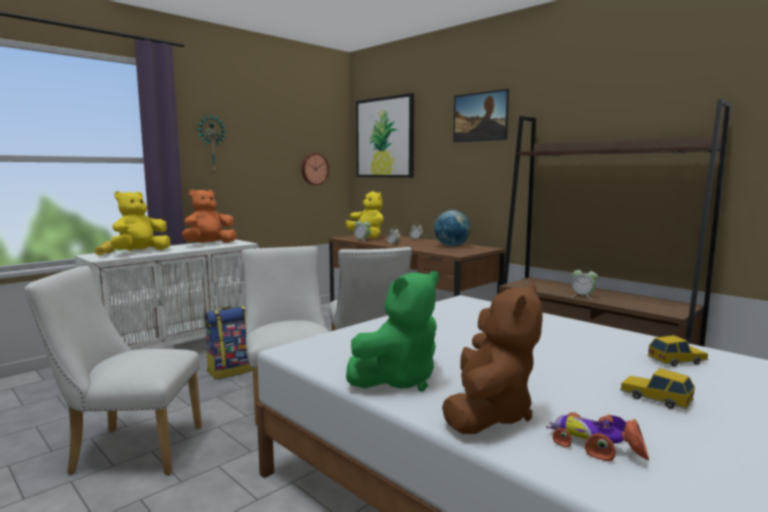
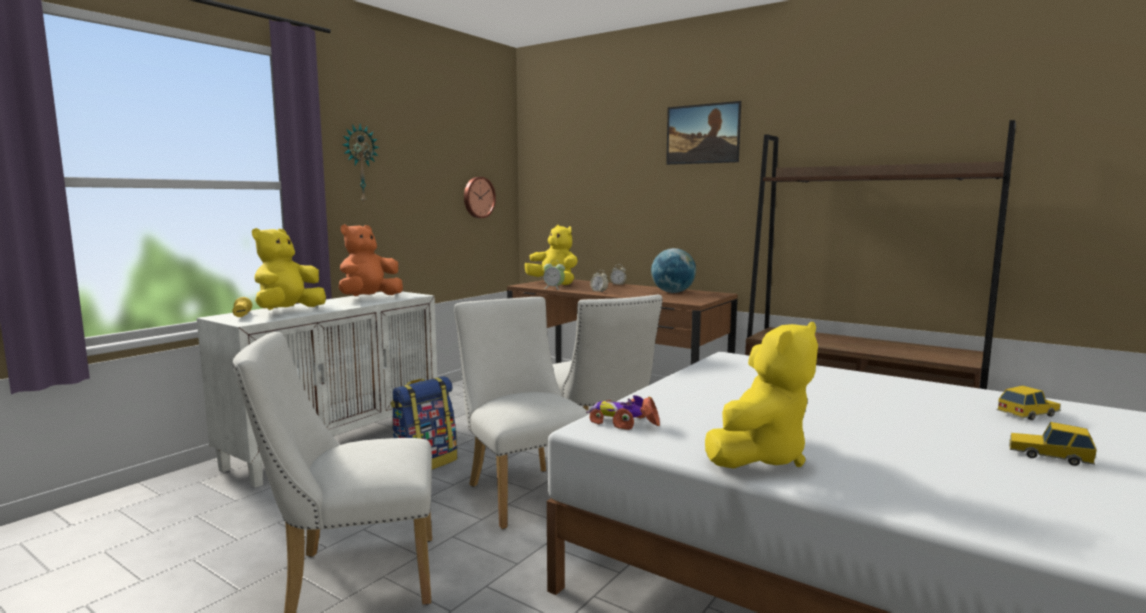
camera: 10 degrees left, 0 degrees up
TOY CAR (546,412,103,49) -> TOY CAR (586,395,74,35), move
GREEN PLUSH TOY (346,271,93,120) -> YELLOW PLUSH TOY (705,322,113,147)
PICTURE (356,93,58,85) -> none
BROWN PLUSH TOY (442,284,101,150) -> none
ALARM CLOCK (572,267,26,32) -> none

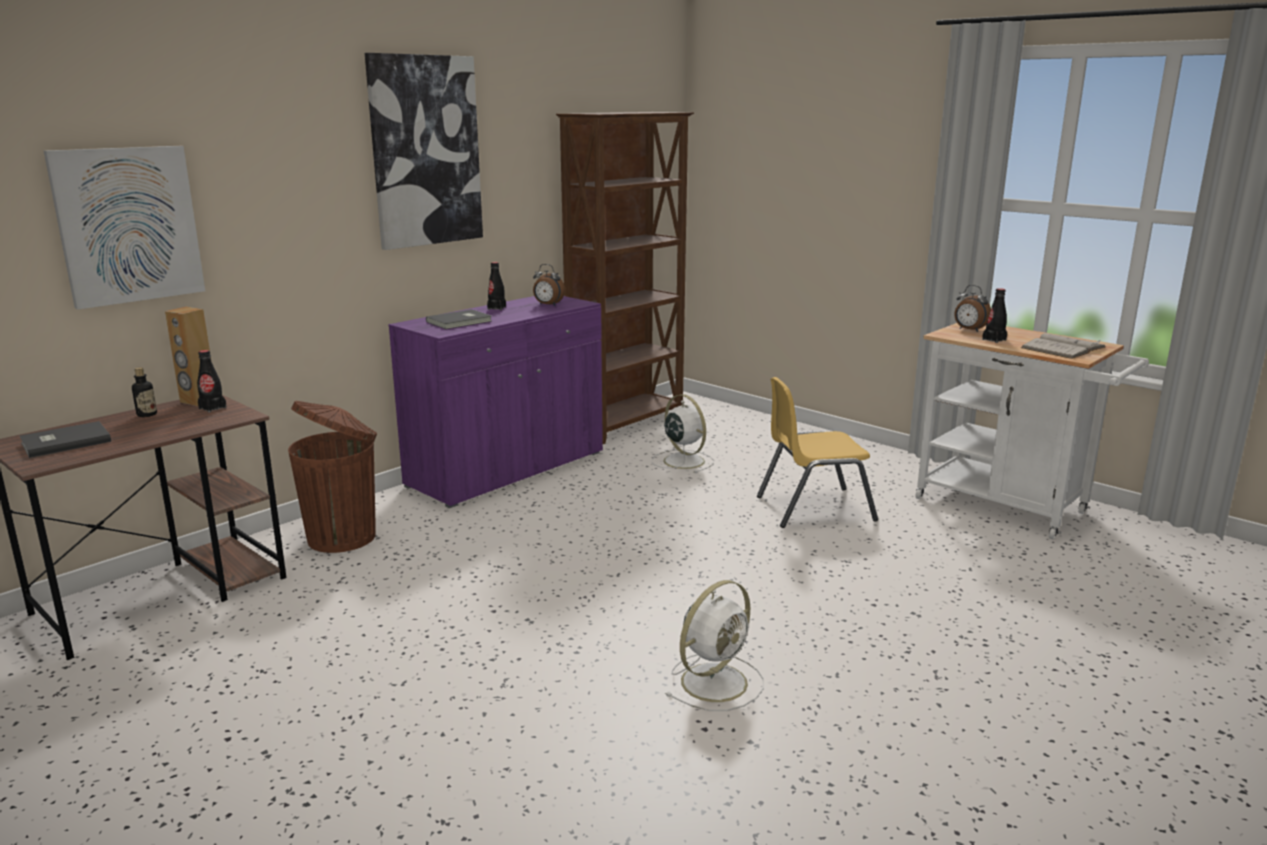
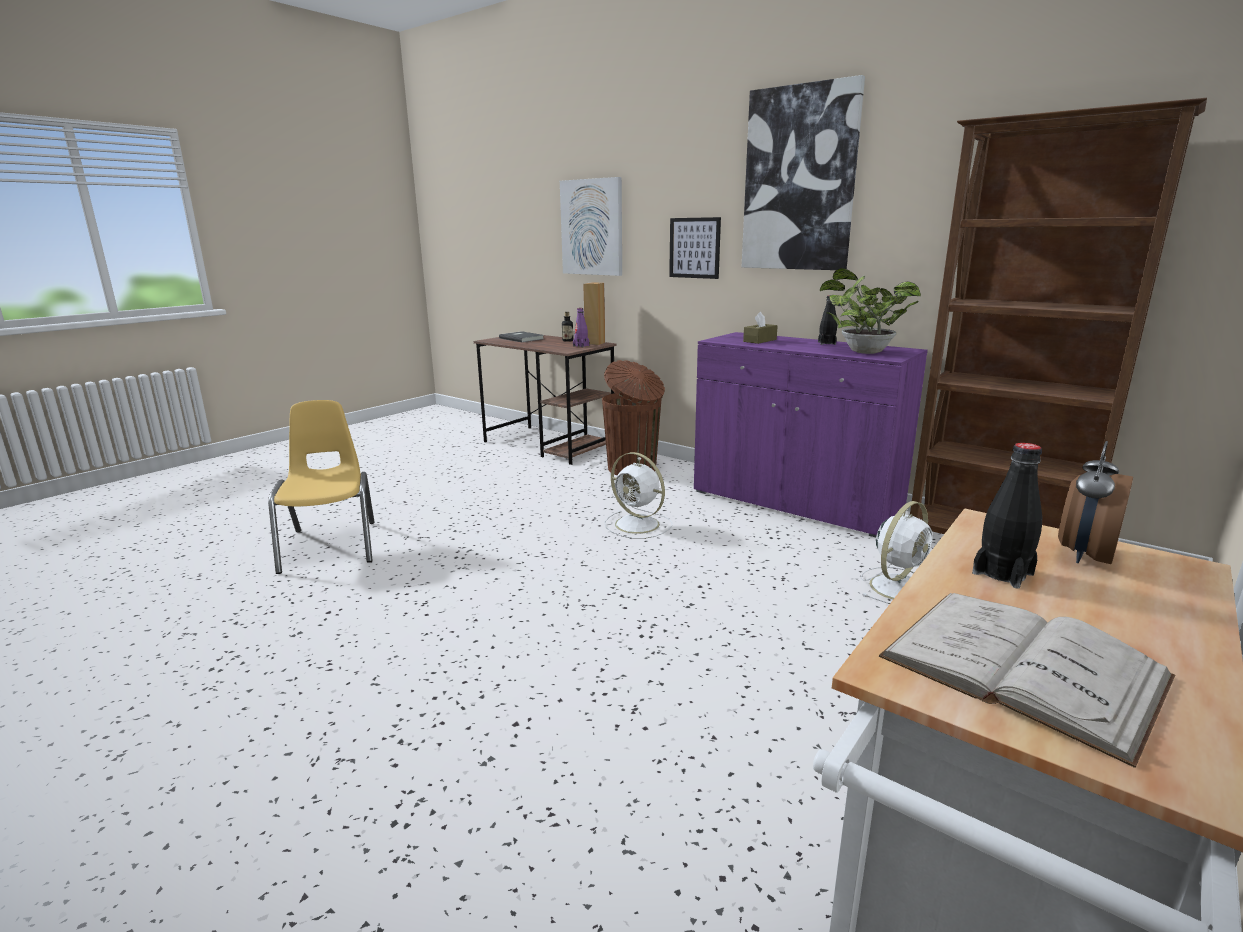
camera: 85 degrees right, 0 degrees up
YELLOW CHAIR (757,377,121,151) -> YELLOW CHAIR (268,400,106,174), move
BLACK BOTTLE (197,350,30,62) -> PURPLE BOTTLE (573,308,17,39)
WHITE FAN (665,580,99,131) -> WHITE FAN (604,452,68,87), move
none -> PICTURE (669,217,52,62)
GREY BOOK (426,309,66,20) -> BROWN TISSUE BOX (743,312,34,32)
ALARM CLOCK (533,264,32,42) -> POTTED PLANT (820,268,101,86)

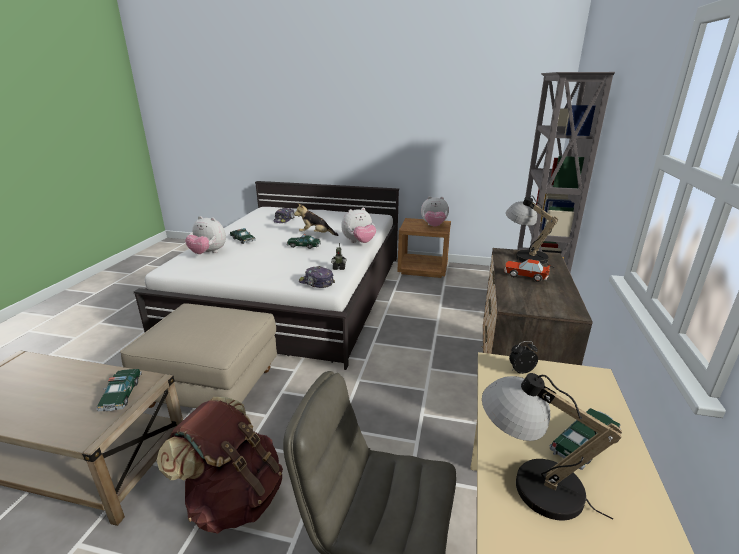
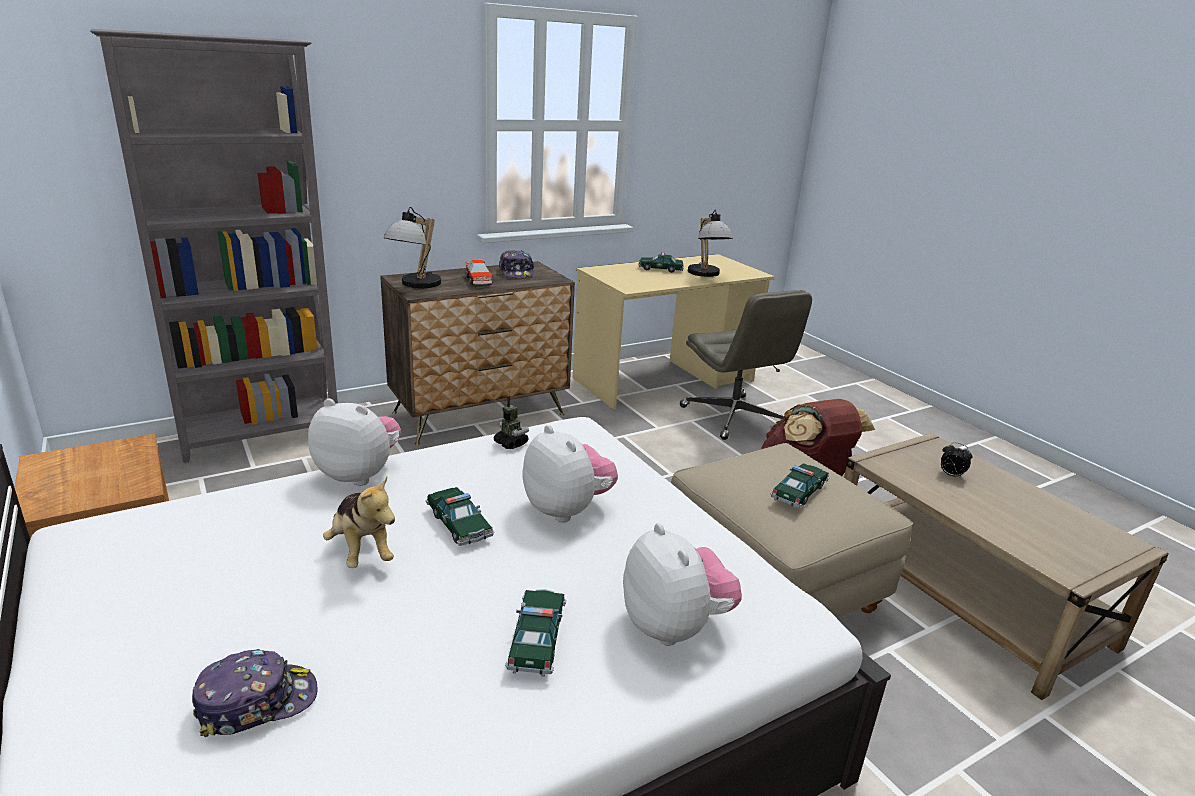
camera: 135 degrees left, 0 degrees up
CAP (299,266,36,22) -> CAP (499,250,35,28), move
PLUSH TOY (421,196,28,31) -> PLUSH TOY (522,425,96,97), move
TOY CAR (96,369,46,43) -> TOY CAR (771,463,58,45), move
ALARM CLOCK (509,341,29,33) -> ALARM CLOCK (941,442,31,37), move

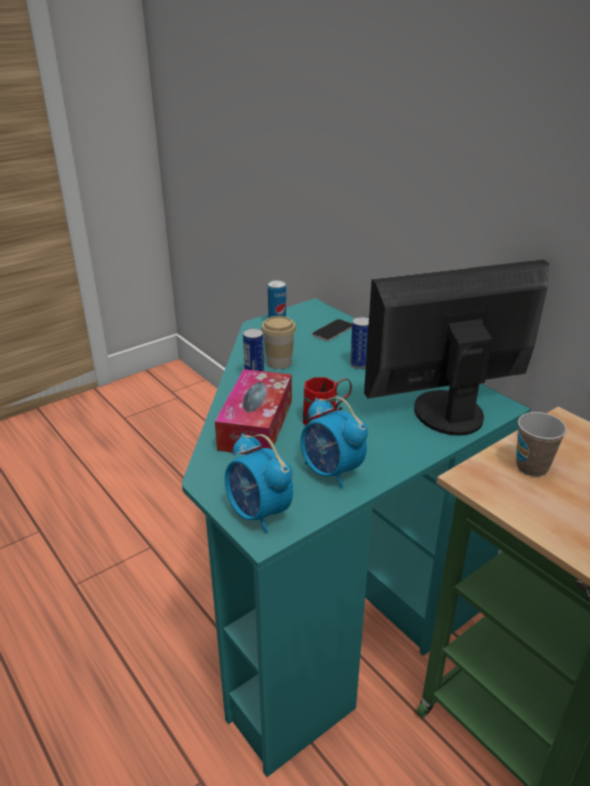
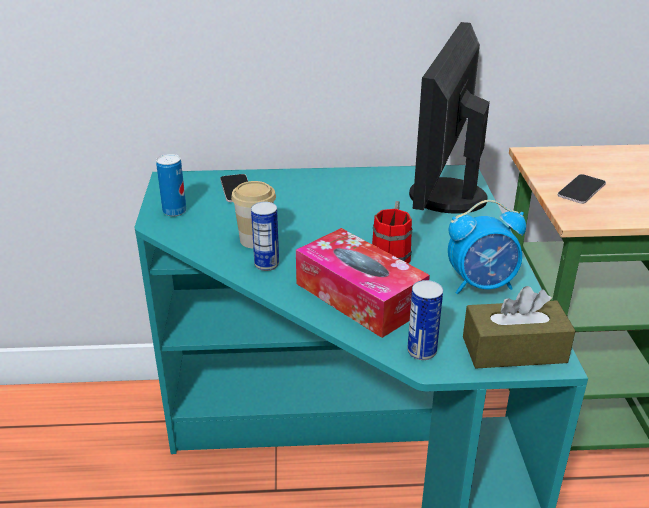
camera: 55 degrees left, 0 degrees up
CAN (350,317,19,52) -> CAN (407,280,36,80), move
ALARM CLOCK (225,434,68,99) -> BROWN TISSUE BOX (463,286,112,82)
CUP (516,412,51,65) -> PHONE (558,174,48,30)

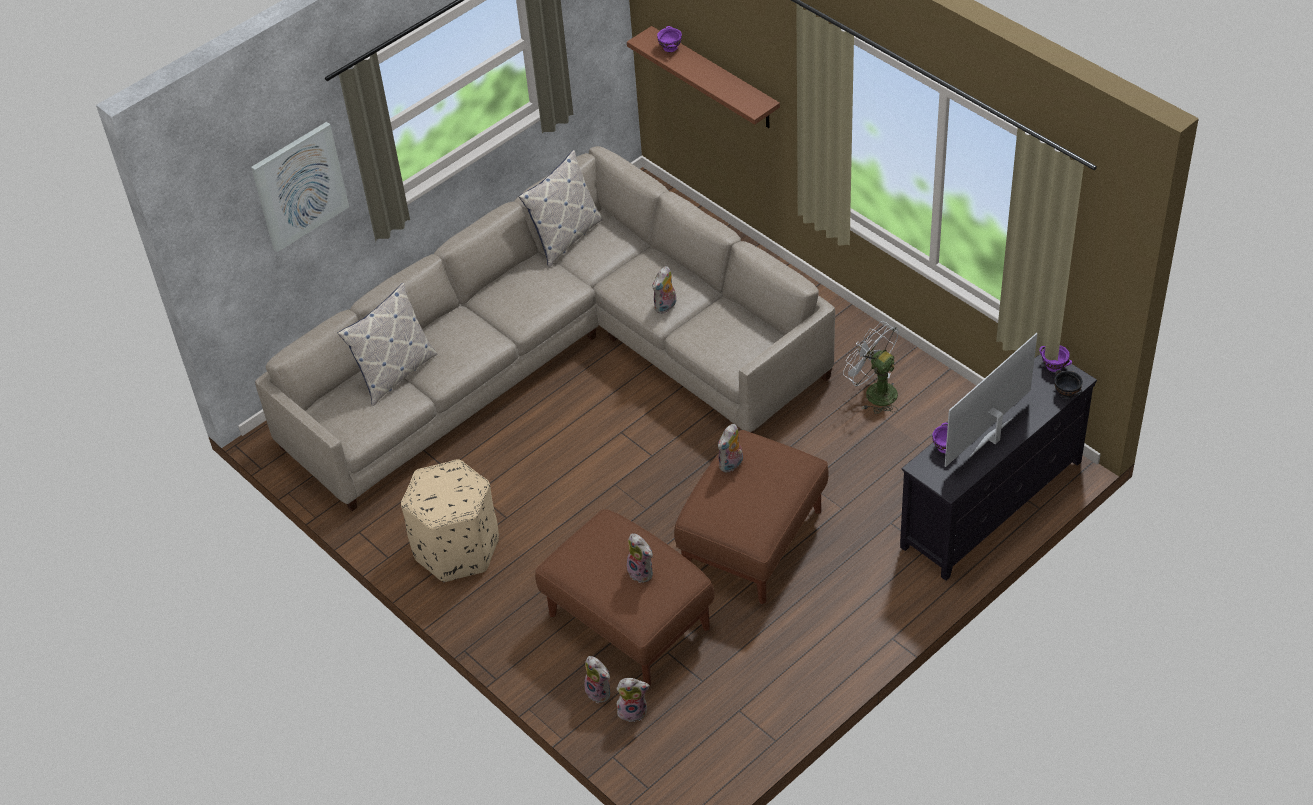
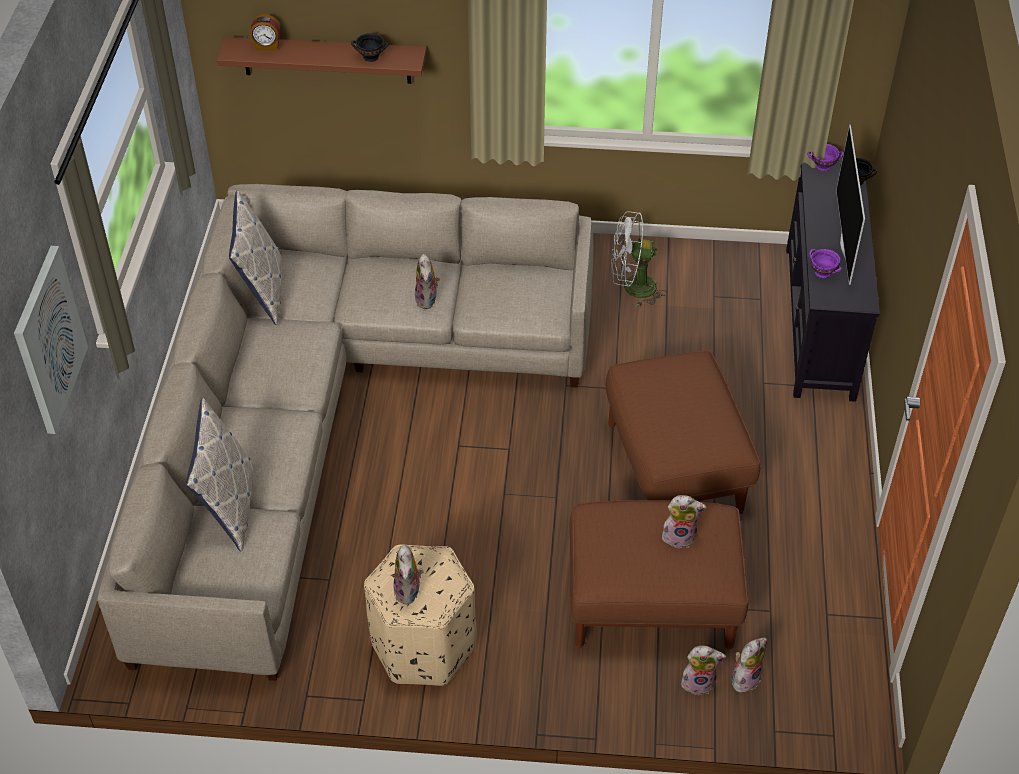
camera: 45 degrees left, 0 degrees up
PURPLE BOWL (657,26,25,26) -> ALARM CLOCK (250,14,30,37)
none -> BLACK BOWL (351,33,38,29)
PLUSH TOY (718,424,25,49) -> PLUSH TOY (393,544,30,60), move

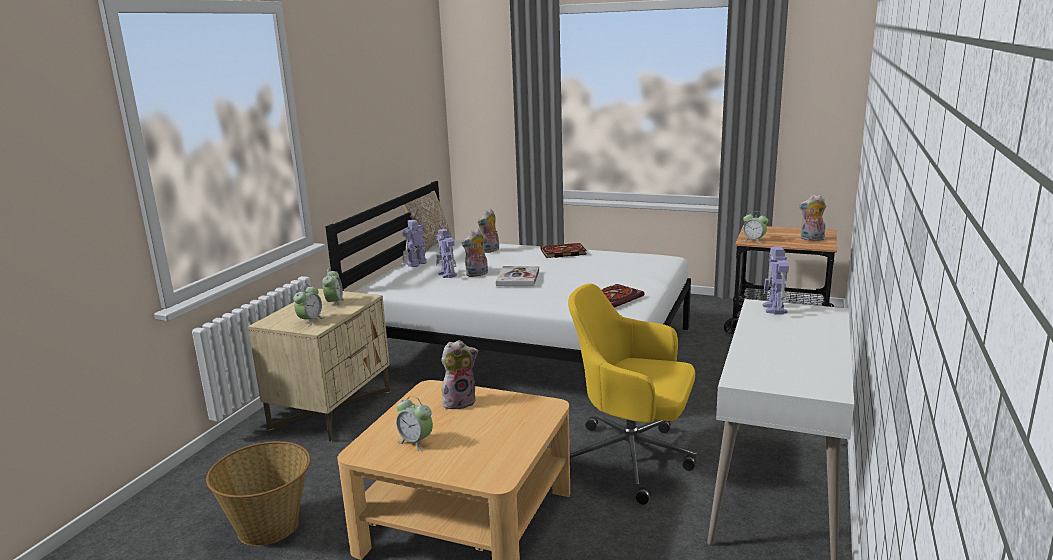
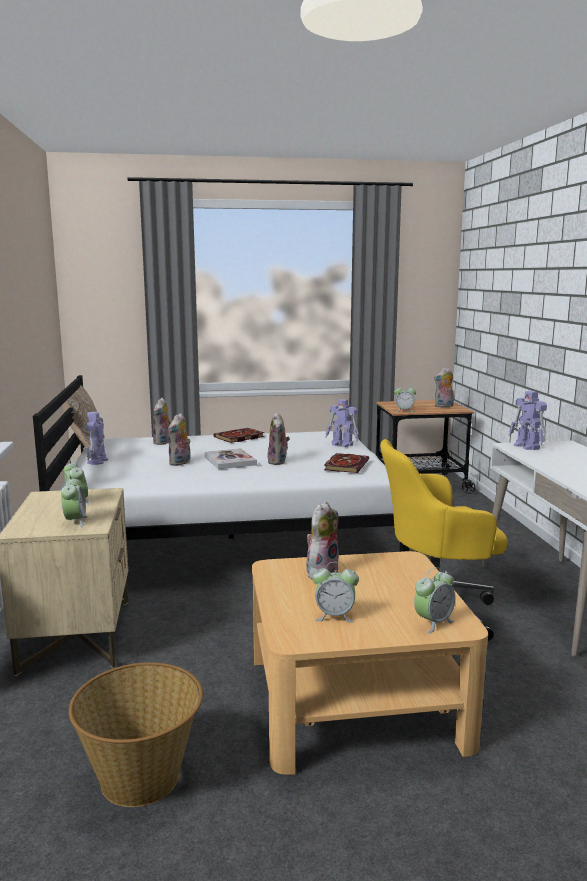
camera: 30 degrees left, 5 degrees down
none -> PLUSH TOY (267,412,23,53)
TOY ROBOT (436,229,21,49) -> TOY ROBOT (325,399,34,48), move
none -> ALARM CLOCK (414,567,41,66)

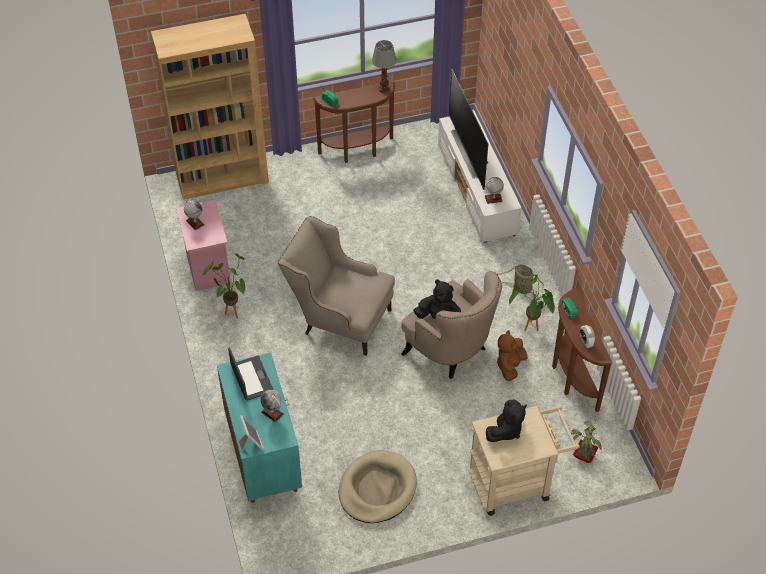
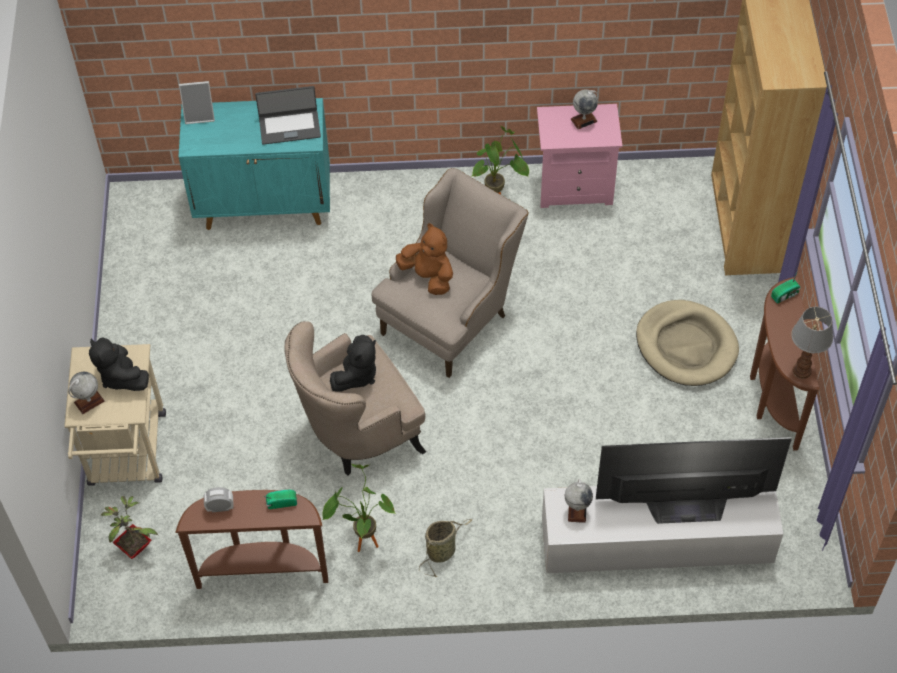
camera: 105 degrees right, 5 degrees up
GLOBE (261,390,23,32) -> GLOBE (68,372,37,42), move
BROWN PLUSH TOY (497,330,31,51) -> BROWN PLUSH TOY (396,223,57,72), move
BEIGE DOG BED (338,450,79,73) -> BEIGE DOG BED (636,300,103,86), move

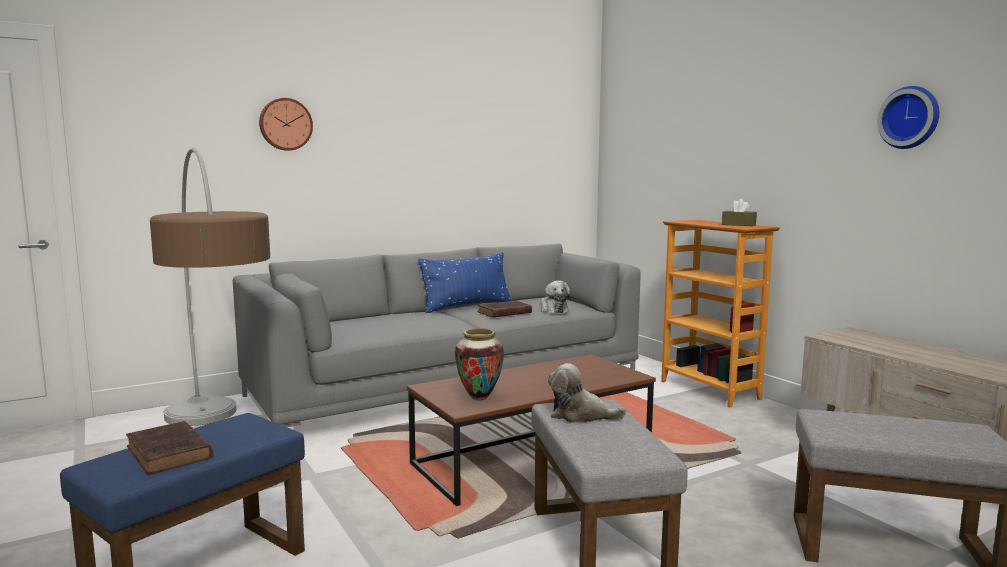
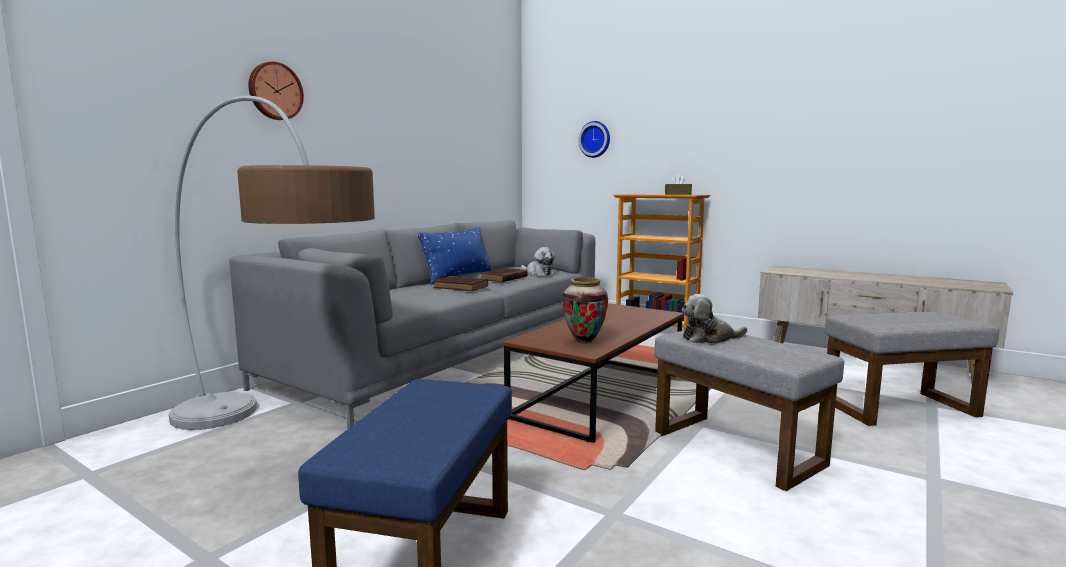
camera: 25 degrees left, 0 degrees up
BROWN BOOK (126,421,87,54) -> BROWN BOOK (433,276,55,15), move
WALL CLOCK (877,86,62,63) -> WALL CLOCK (578,121,32,37), move

